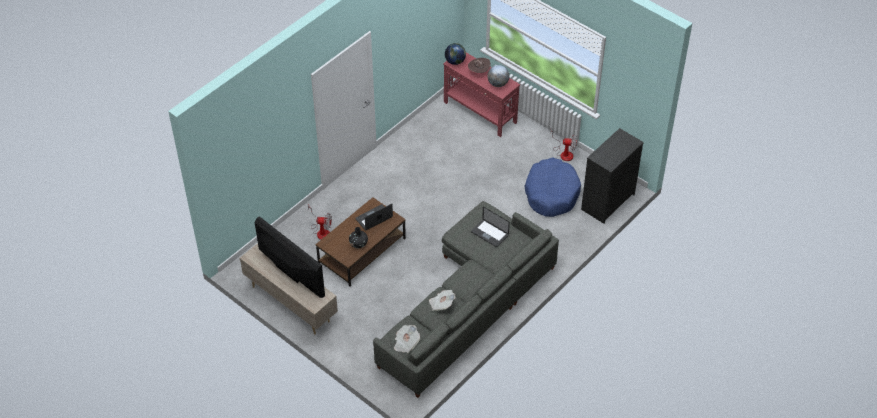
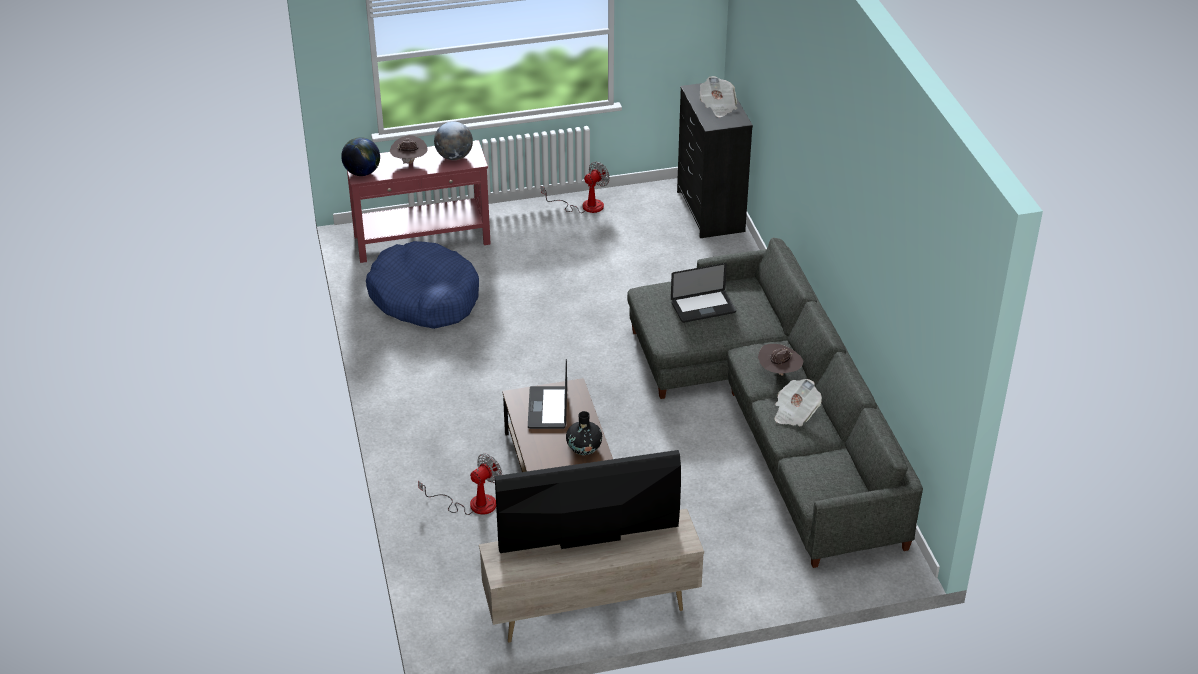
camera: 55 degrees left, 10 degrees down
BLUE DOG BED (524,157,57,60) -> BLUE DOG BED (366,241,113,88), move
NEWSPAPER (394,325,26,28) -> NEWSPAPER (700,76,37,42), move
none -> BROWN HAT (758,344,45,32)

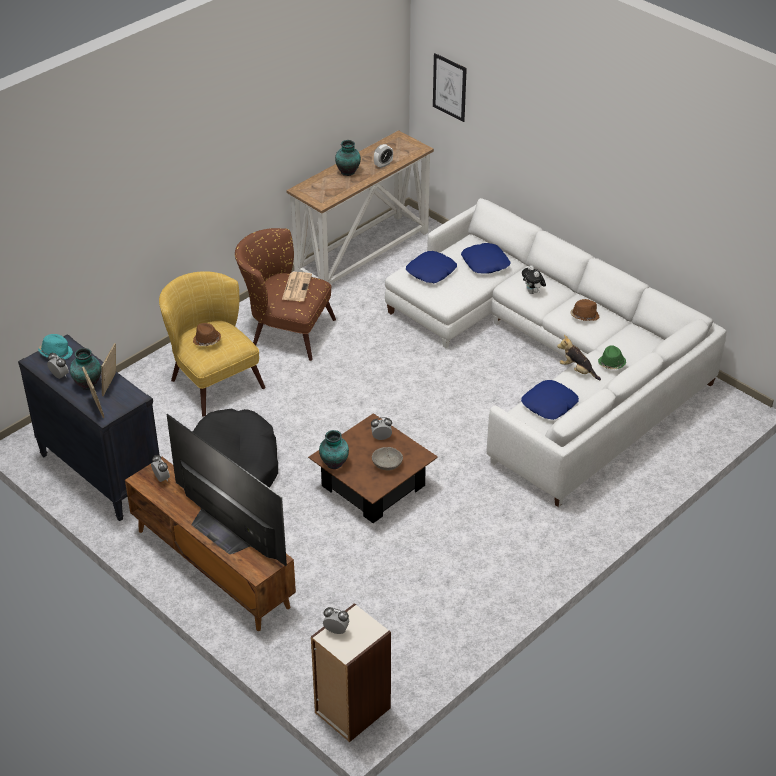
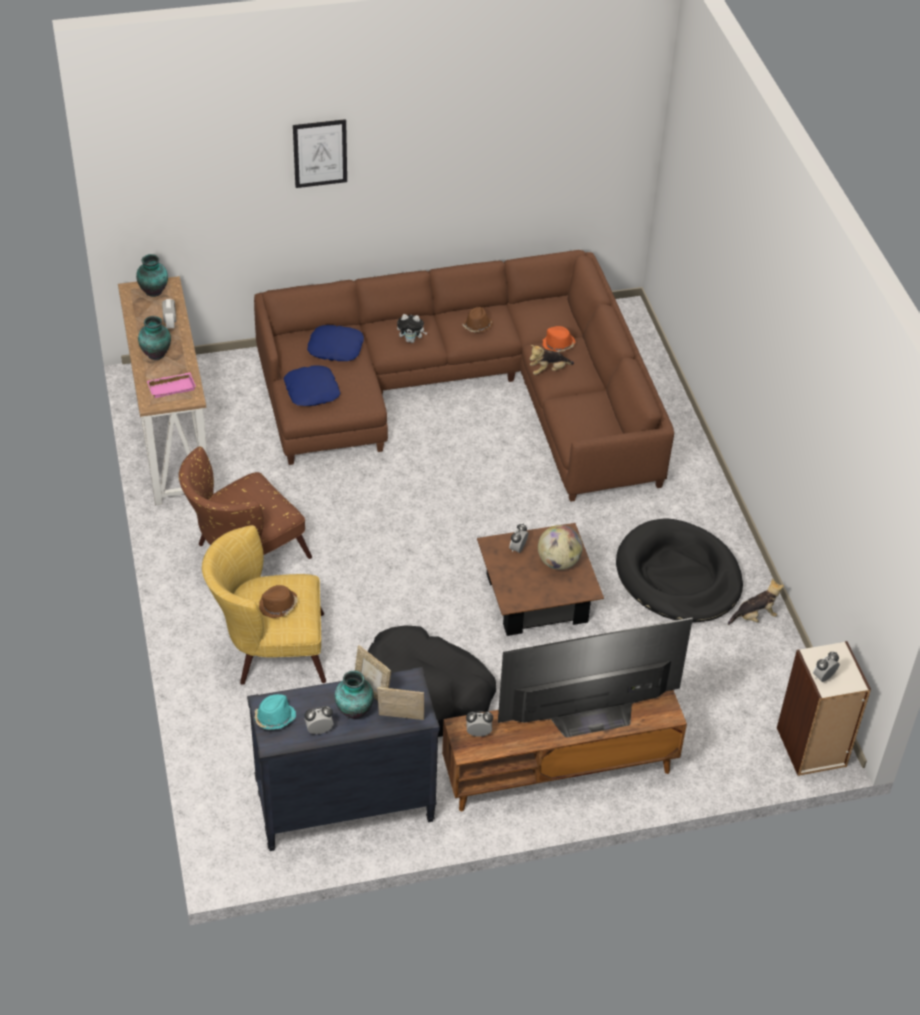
camera: 60 degrees left, 5 degrees up
VASE (319,430,30,39) -> VASE (136,254,32,43), move
none -> PINK TRAY (147,373,49,25)
WHITE SOFA (385,198,341,309) -> BROWN SOFA (254,250,420,252)
PICTURE (433,53,34,69) -> PICTURE (293,119,54,69), move
GREY BOWL (372,447,31,24) -> GLOBE (538,525,45,45)
GREEN HAT (598,345,28,25) -> ORANGE HAT (542,326,33,26)
none -> BLACK DOG BED (616,518,127,104)
none -> PLUSH TOY (728,578,56,47)
NEWSPAPER (282,272,30,29) -> none
BLUE PILLOW (521,380,58,40) -> none

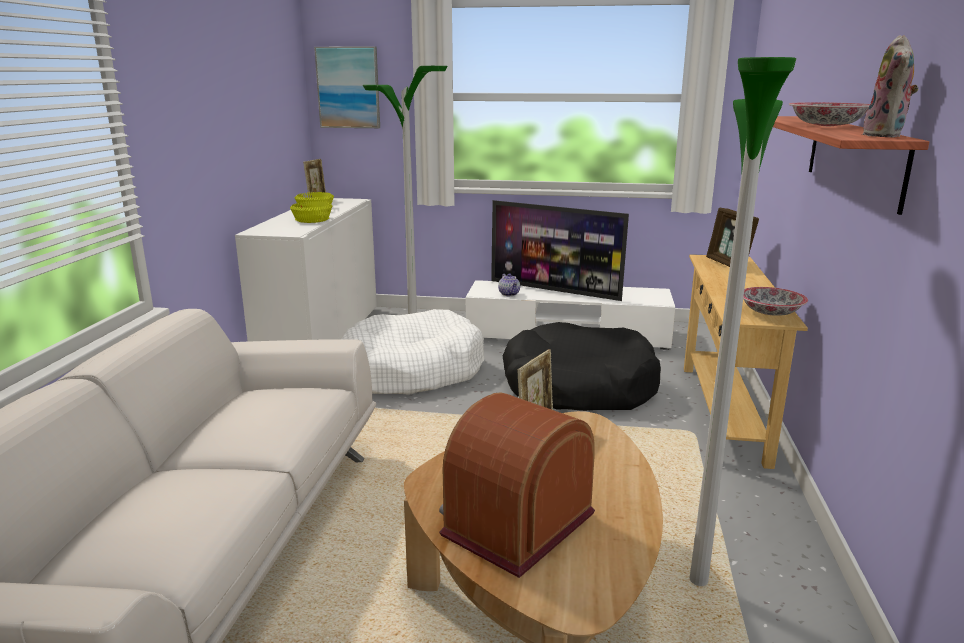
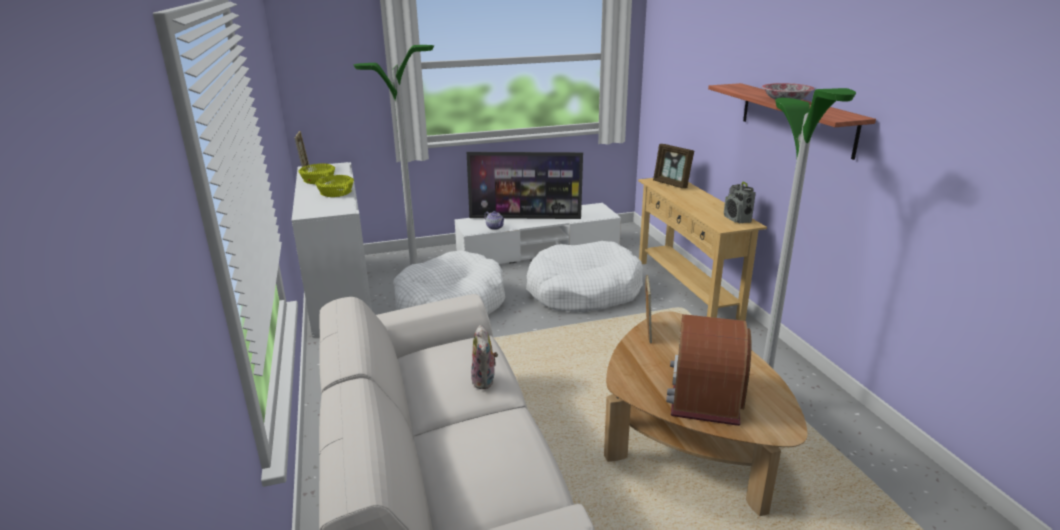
camera: 25 degrees left, 5 degrees up
PLUSH TOY (861,35,58,102) -> PLUSH TOY (471,325,27,64), move
BLACK DOG BED (502,322,159,89) -> WHITE DOG BED (526,241,117,71)
BOWL (743,287,65,29) -> RADIO (724,181,32,42)
PICTURE (314,46,66,82) -> none

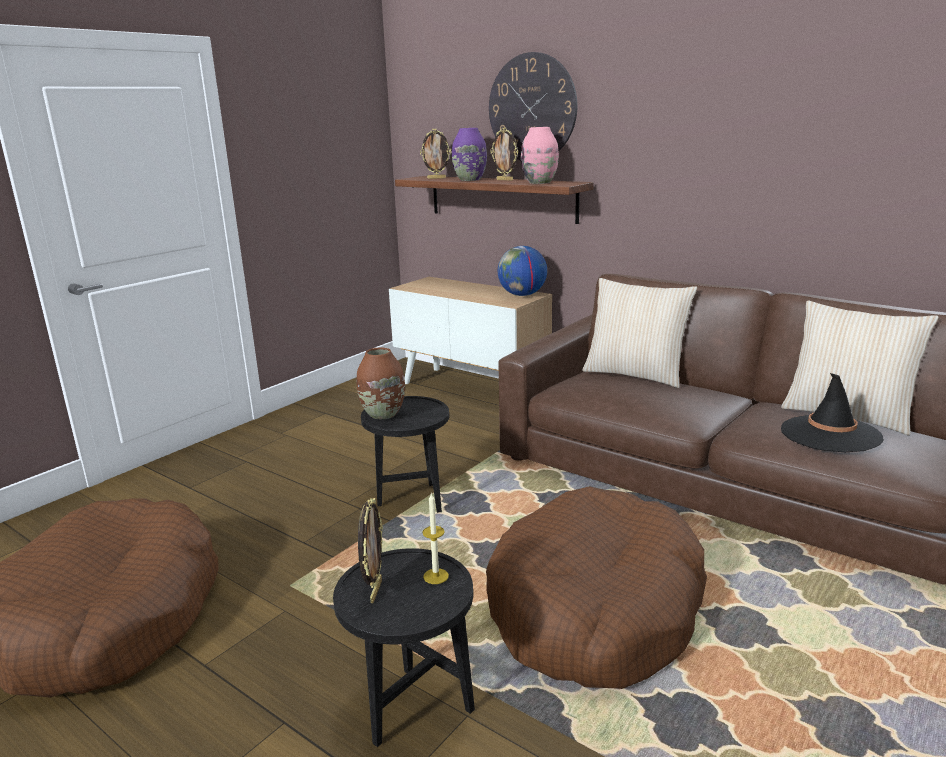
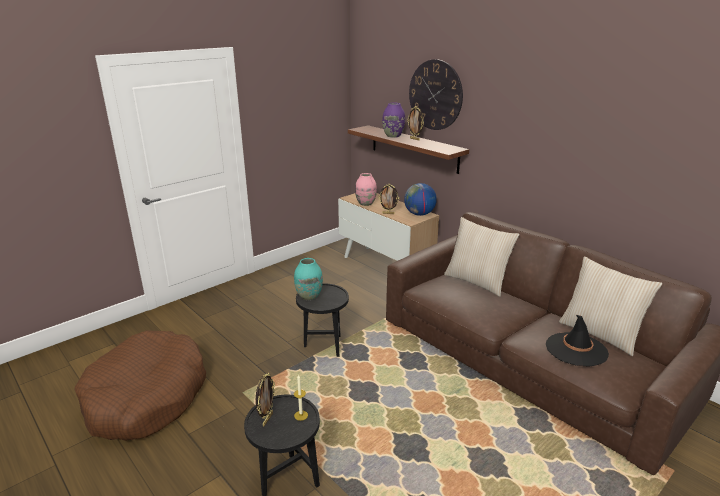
camera: 10 degrees right, 5 degrees up
BROWN VASE (357,348,48,72) -> TURQUOISE VASE (294,258,29,42)
PINK VASE (521,127,38,57) -> PINK VASE (355,173,22,33), move
PICTURE FRAME (420,129,31,50) -> PICTURE FRAME (378,184,21,30), move
BROWN DOG BED (486,486,221,203) -> none

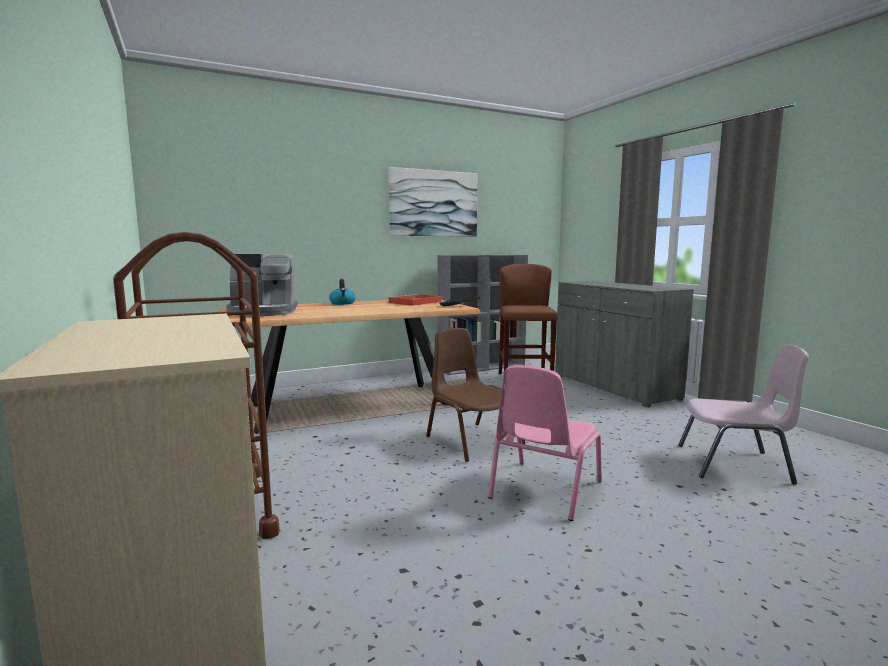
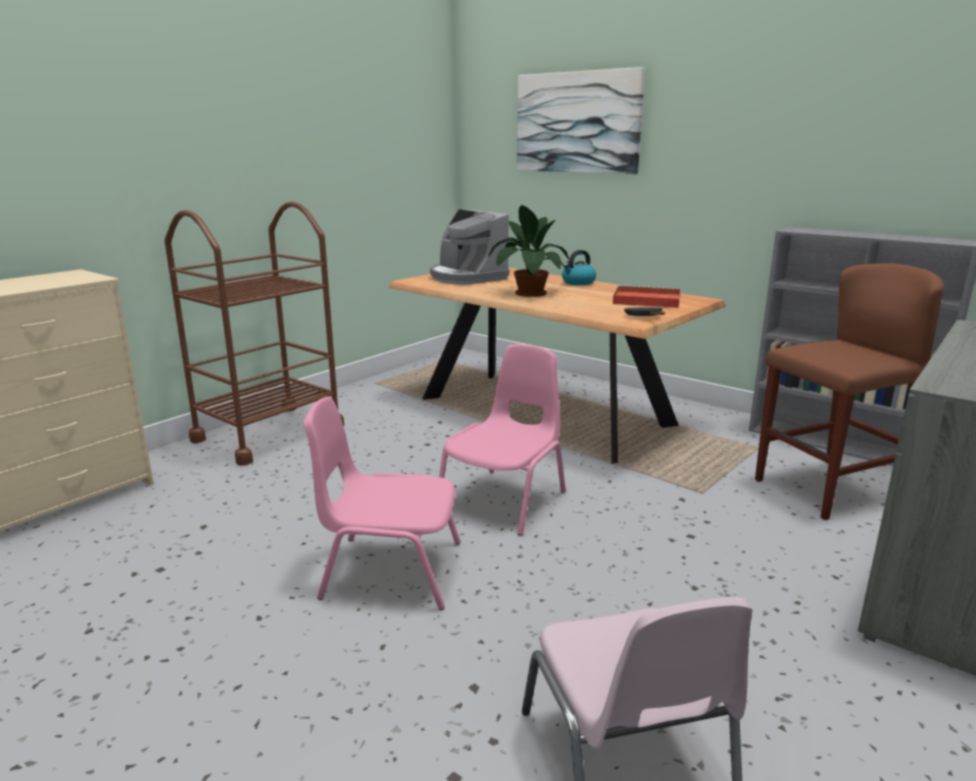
camera: 65 degrees right, 10 degrees up
BROWN CHAIR (426,328,100,134) -> PINK CHAIR (439,344,127,192)
none -> POTTED PLANT (488,205,81,92)
PICTURE (389,167,88,69) -> PICTURE (517,67,128,107), move

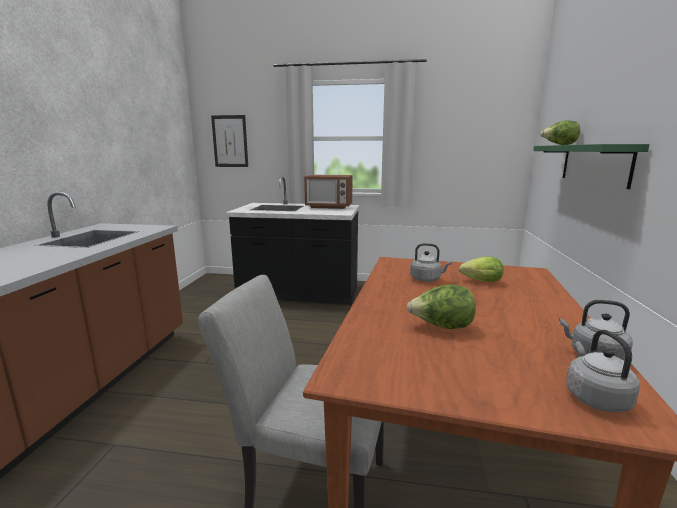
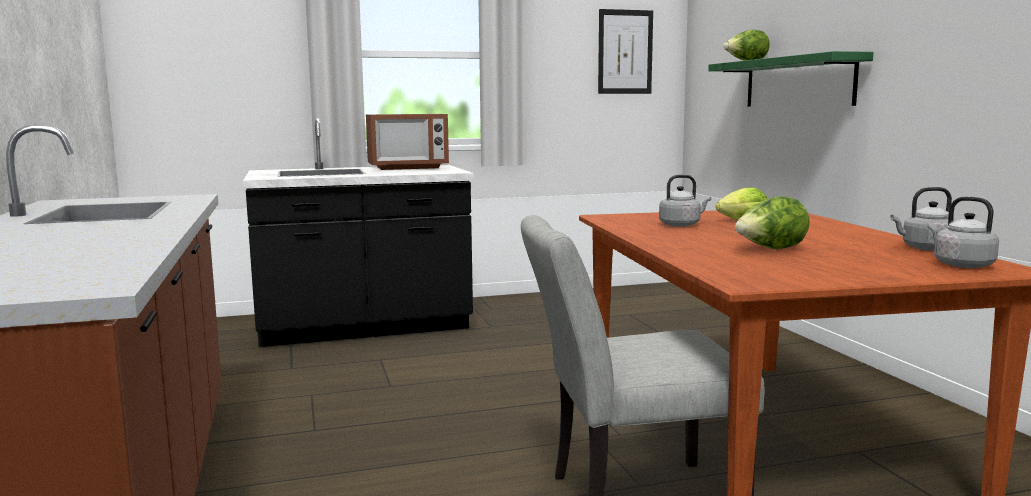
camera: 25 degrees left, 5 degrees down
PICTURE (211,115,37,52) -> PICTURE (598,9,55,85), move

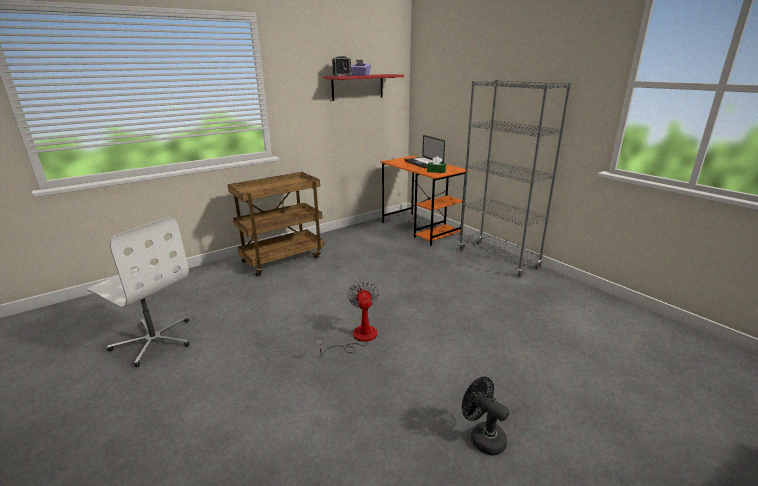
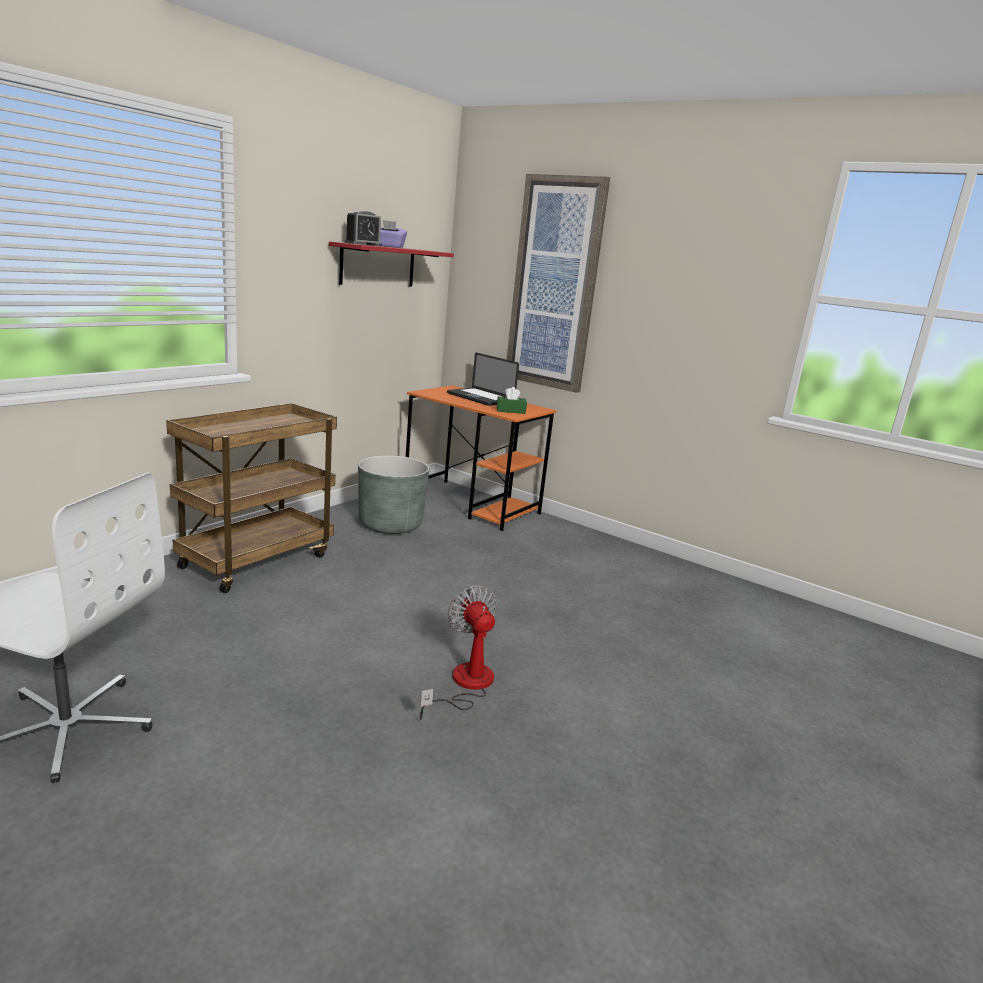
camera: 20 degrees left, 5 degrees down
none -> GREY PLANTER (358,455,71,79)
none -> PICTURE (507,174,103,219)
GREY BOOKCASE (459,80,112,197) -> none
BLACK FAN (462,376,47,79) -> none

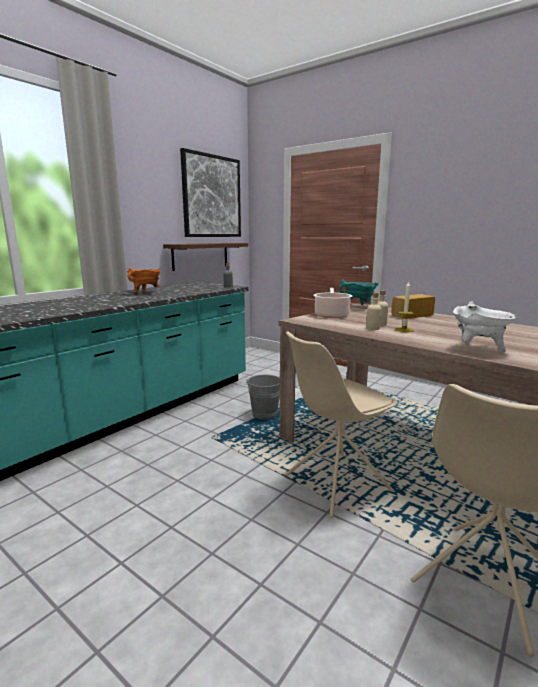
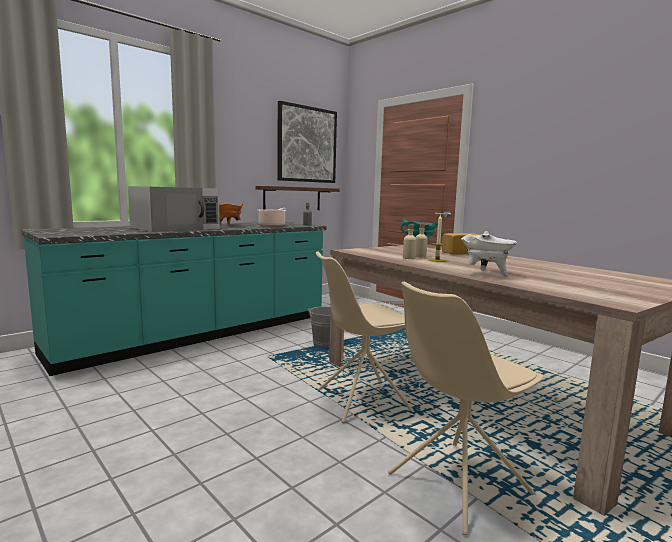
camera: 10 degrees right, 5 degrees down
none -> WHITE MICROWAVE (128,186,92,46)
COOKING POT (314,288,38,30) -> COOKING POT (258,208,28,18), move

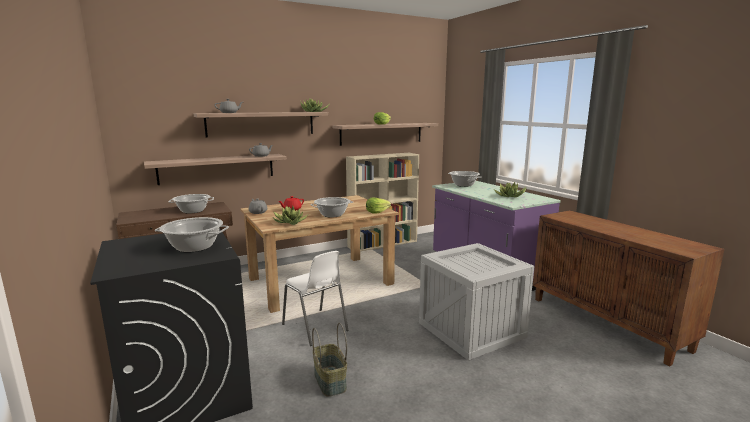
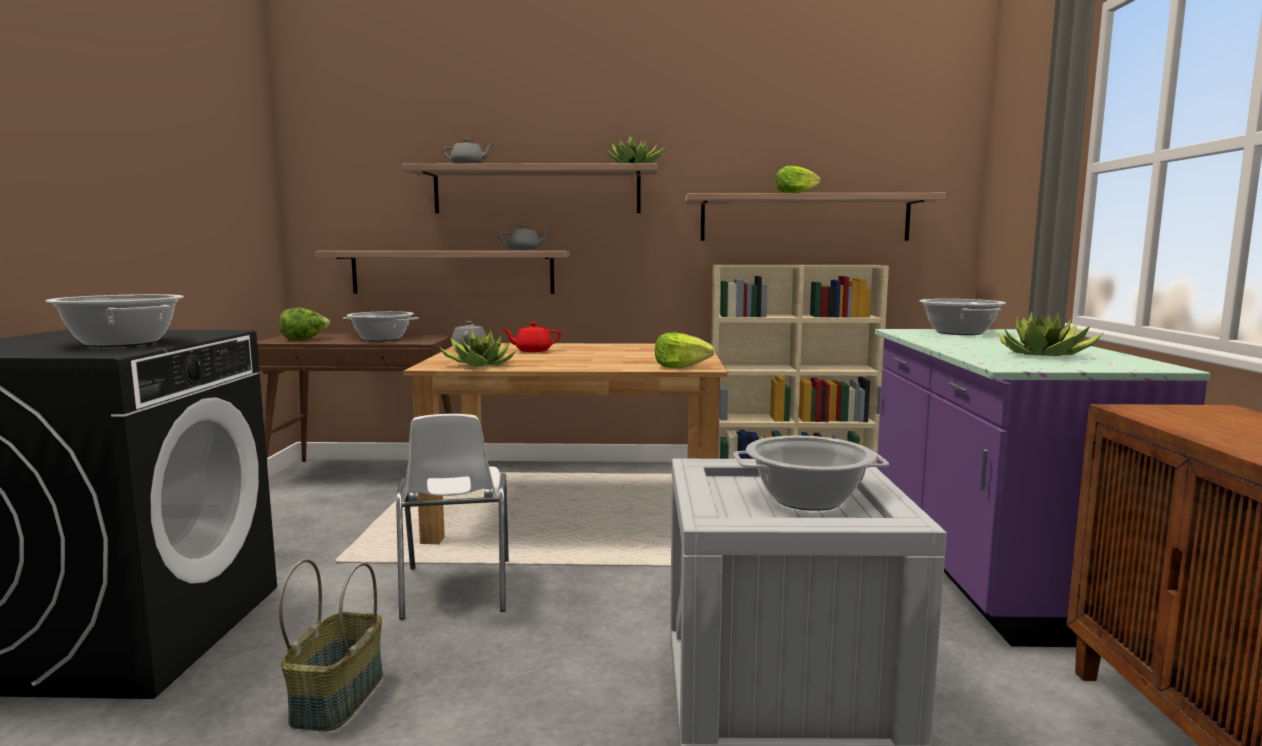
camera: 30 degrees right, 5 degrees down
none -> LETTUCE (279,307,51,34)
COOKING POT (310,197,43,21) -> COOKING POT (734,435,155,76), move

